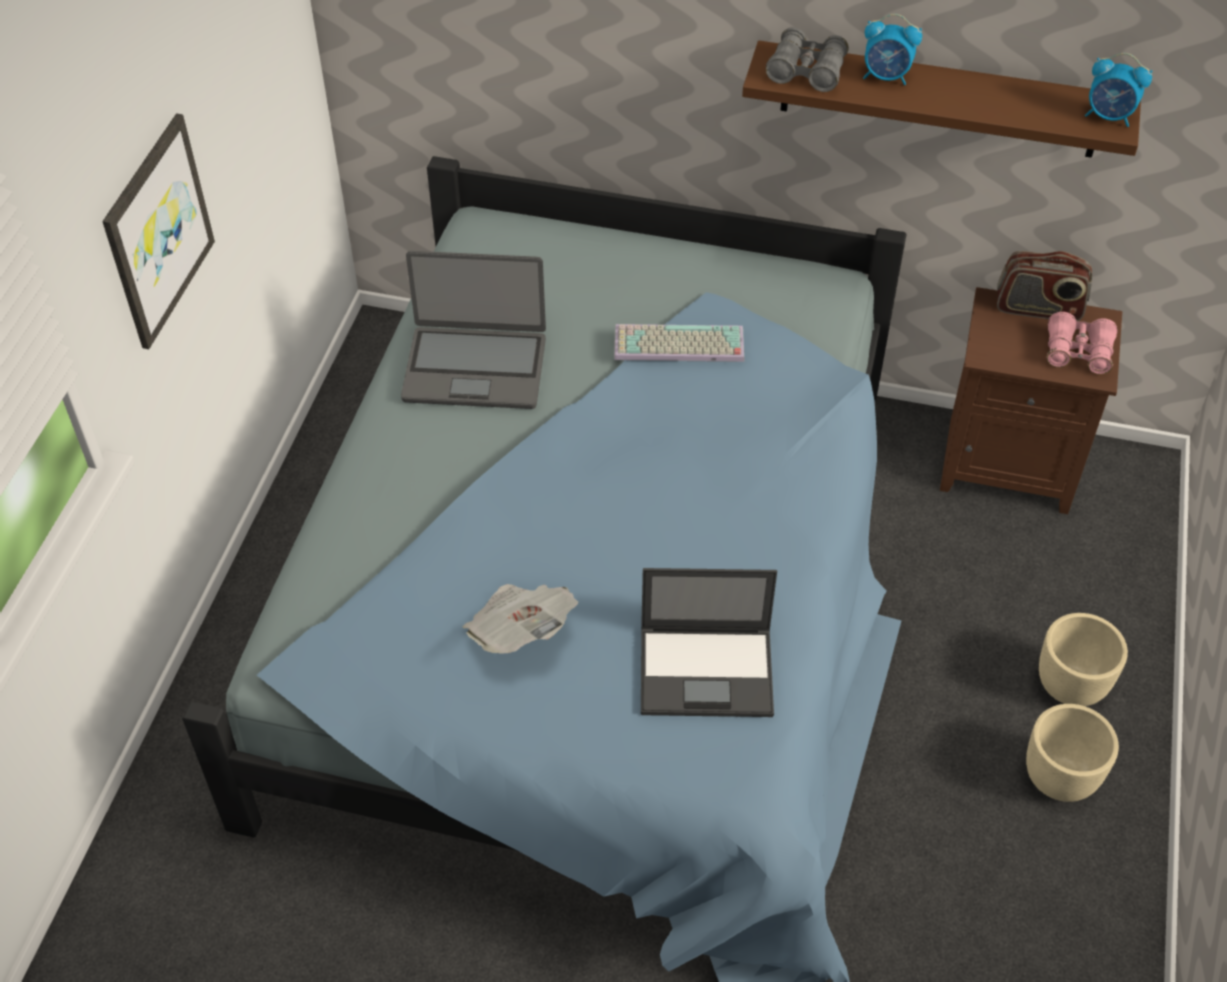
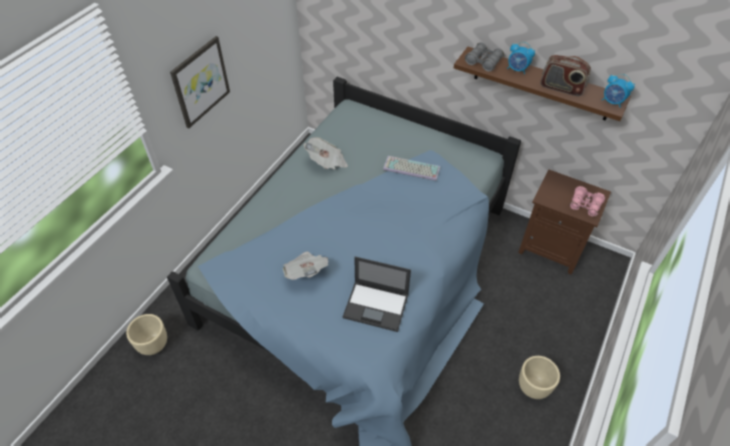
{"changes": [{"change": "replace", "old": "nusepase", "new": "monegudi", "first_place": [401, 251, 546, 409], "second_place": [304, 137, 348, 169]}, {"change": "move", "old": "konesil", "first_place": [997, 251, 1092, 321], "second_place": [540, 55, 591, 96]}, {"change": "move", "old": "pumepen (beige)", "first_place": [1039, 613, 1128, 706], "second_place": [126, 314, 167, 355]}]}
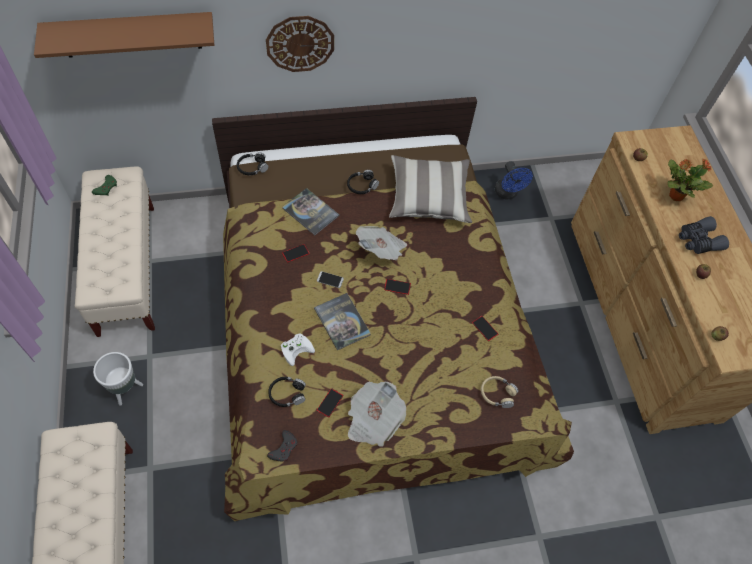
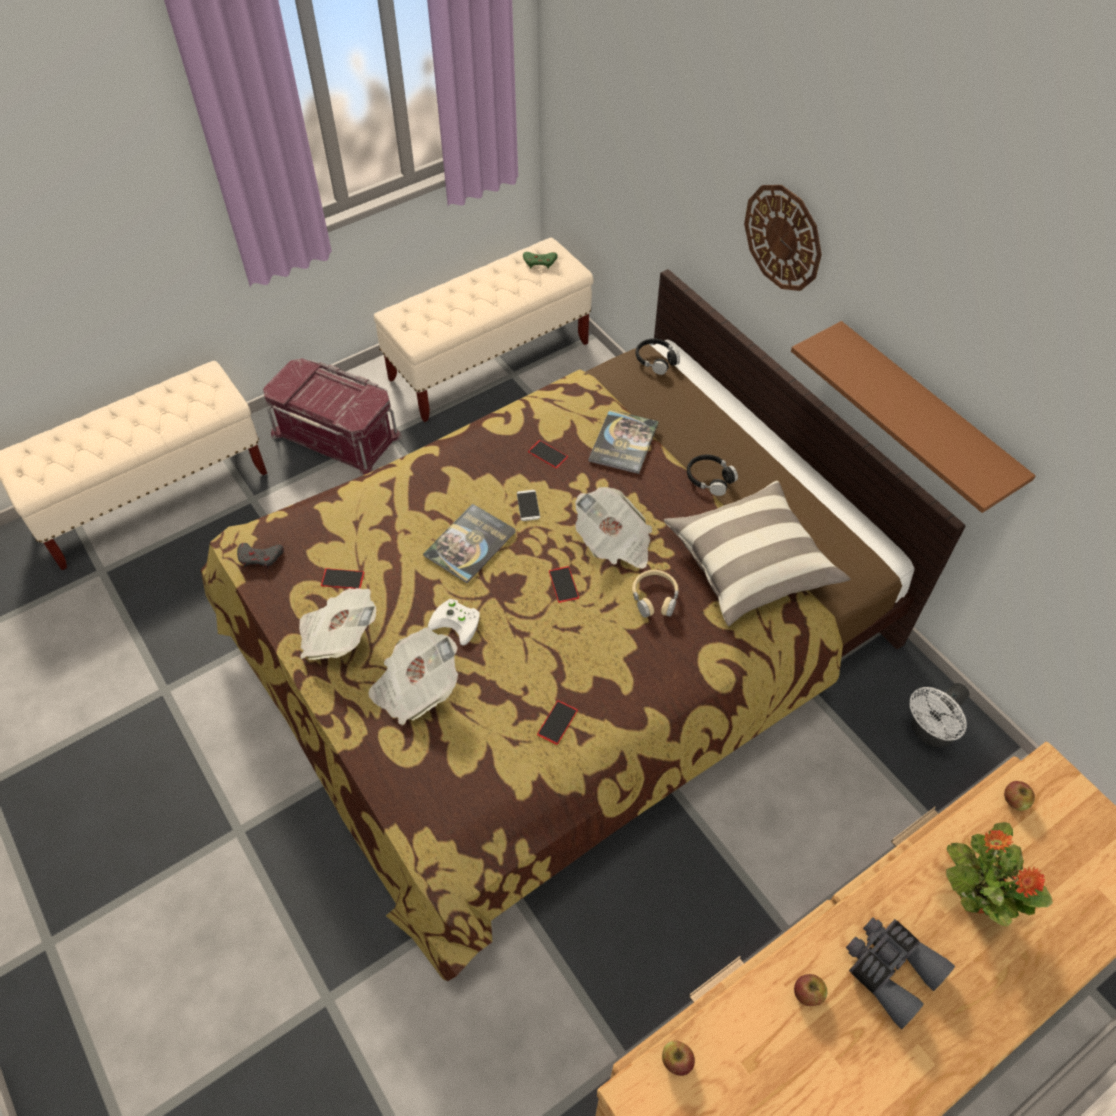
{"changes": [{"change": "move", "old": "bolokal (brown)", "first_place": [34, 12, 214, 58], "second_place": [791, 321, 1035, 513]}, {"change": "recolor", "old": "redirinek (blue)", "new": "redirinek (white)", "first_place": [495, 161, 533, 199], "second_place": [910, 683, 970, 748]}, {"change": "move", "old": "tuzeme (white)", "first_place": [281, 334, 315, 366], "second_place": [428, 599, 480, 646]}, {"change": "replace", "old": "pumepen (white)", "new": "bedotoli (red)", "first_place": [93, 352, 143, 406], "second_place": [263, 358, 402, 476]}, {"change": "move", "old": "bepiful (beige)", "first_place": [481, 376, 519, 408], "second_place": [632, 570, 679, 618]}, {"change": "delete", "old": "bepiful (black)", "first_place": [268, 377, 306, 407]}, {"change": "insert", "new": "monegudi", "second_place": [368, 627, 458, 725]}]}
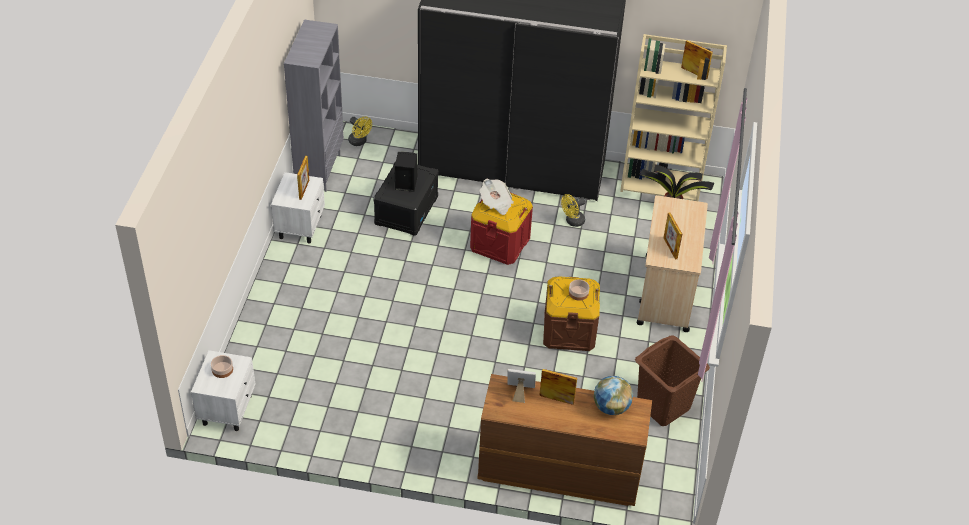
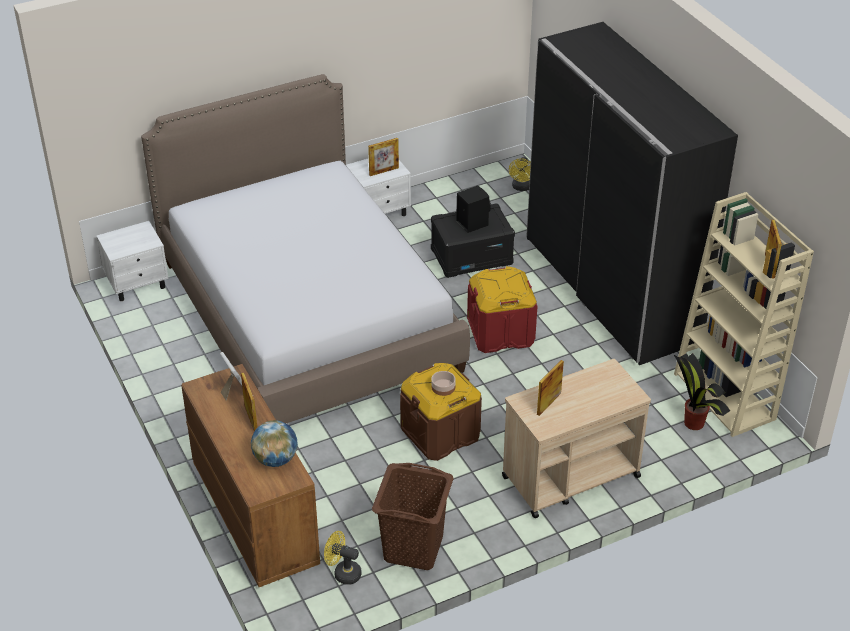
{"changes": [{"change": "delete", "old": "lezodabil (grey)", "first_place": [284, 20, 344, 192]}, {"change": "delete", "old": "monegudi", "first_place": [480, 179, 514, 215]}, {"change": "move", "old": "redirinek (yellow)", "first_place": [561, 194, 586, 227], "second_place": [324, 531, 362, 585]}, {"change": "delete", "old": "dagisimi", "first_place": [211, 355, 233, 378]}, {"change": "insert", "new": "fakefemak", "second_place": [141, 74, 470, 423]}]}
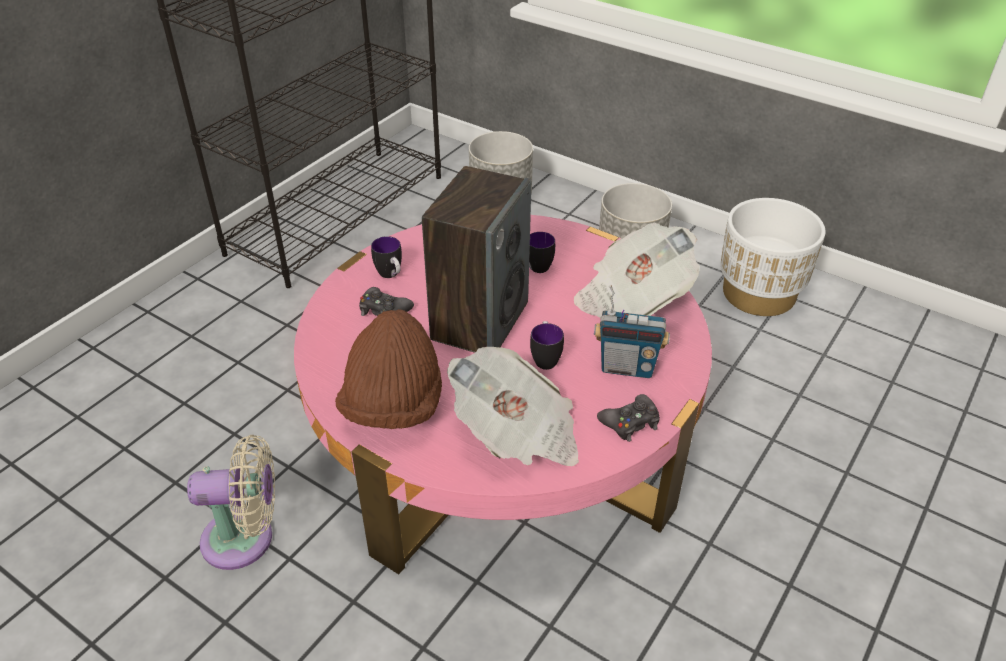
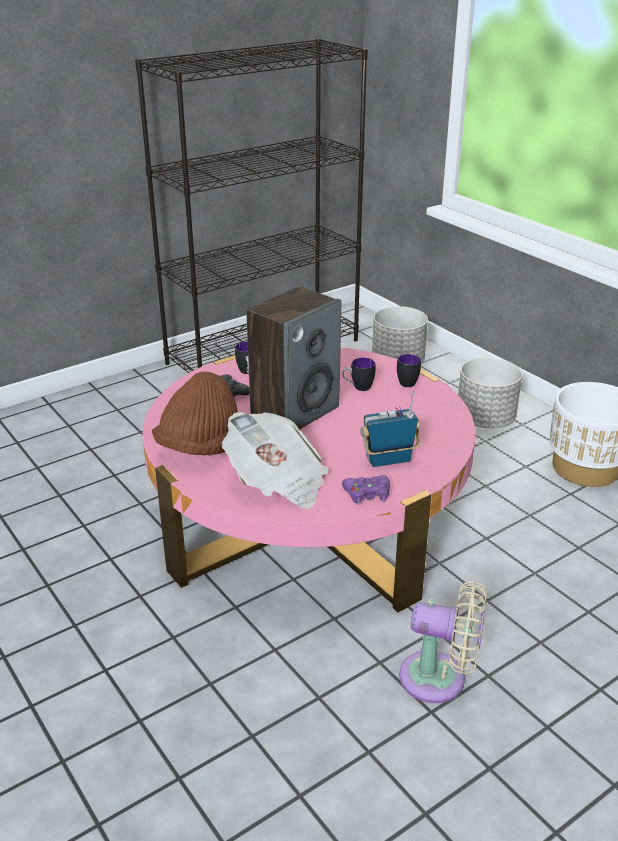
{"changes": [{"change": "delete", "old": "monegudi", "first_place": [574, 223, 700, 319]}, {"change": "rotate", "old": "konesil", "first_place": [594, 285, 670, 378], "second_place": [360, 390, 420, 467], "degrees": 135}, {"change": "move", "old": "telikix", "first_place": [530, 321, 564, 370], "second_place": [397, 354, 421, 387]}, {"change": "recolor", "old": "tuzeme (black)", "new": "tuzeme (purple)", "first_place": [597, 394, 660, 442], "second_place": [342, 475, 390, 504]}, {"change": "move", "old": "redirinek (beige)", "first_place": [187, 435, 275, 570], "second_place": [399, 581, 486, 703]}]}
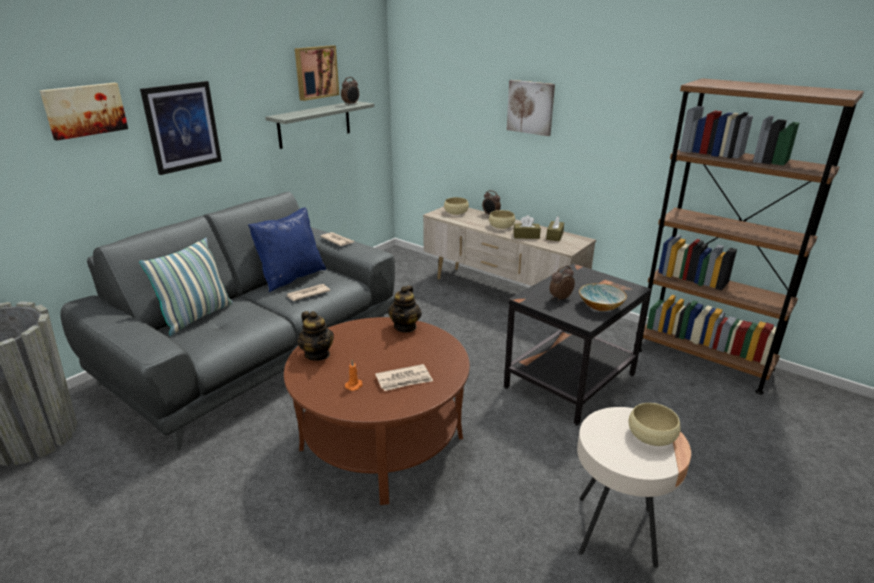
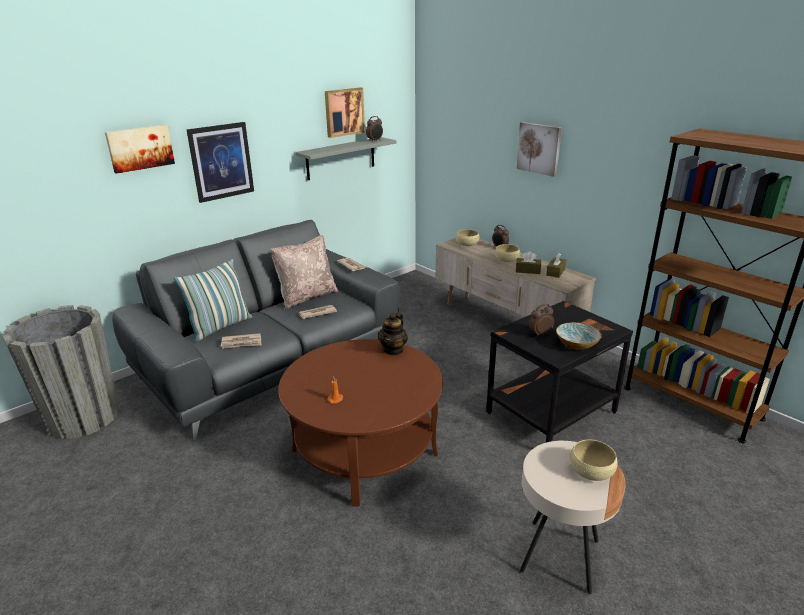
{"changes": [{"change": "recolor", "old": "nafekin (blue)", "new": "nafekin (beige)", "first_place": [248, 207, 326, 292], "second_place": [270, 235, 338, 309]}, {"change": "delete", "old": "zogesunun", "first_place": [297, 311, 334, 361]}, {"change": "move", "old": "monegudi", "first_place": [375, 364, 433, 391], "second_place": [221, 333, 261, 349]}]}
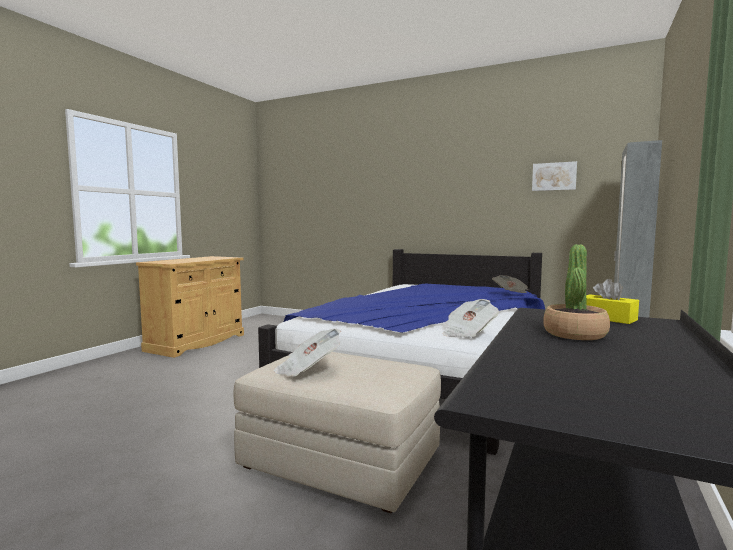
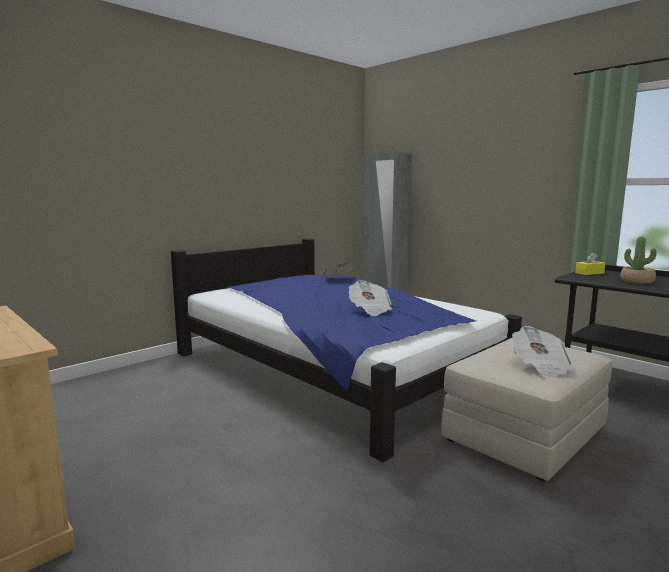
{"changes": [{"change": "delete", "old": "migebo", "first_place": [532, 161, 577, 191]}, {"change": "move", "old": "monegudi", "first_place": [442, 299, 499, 337], "second_place": [349, 280, 392, 316]}]}
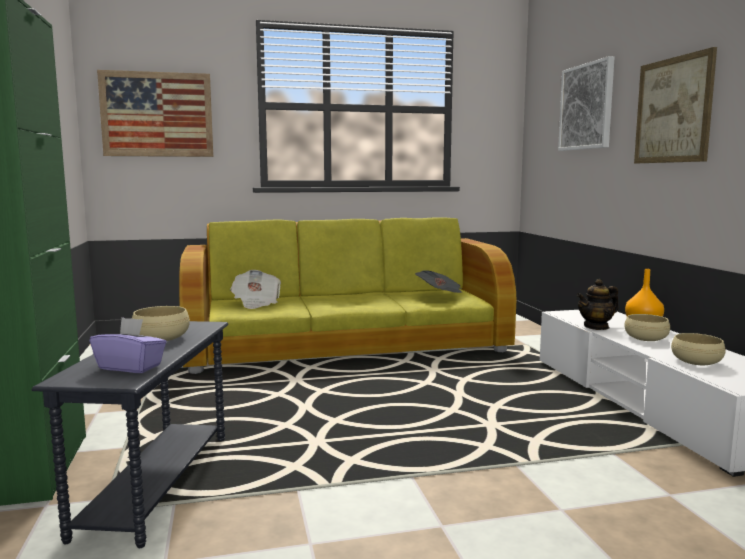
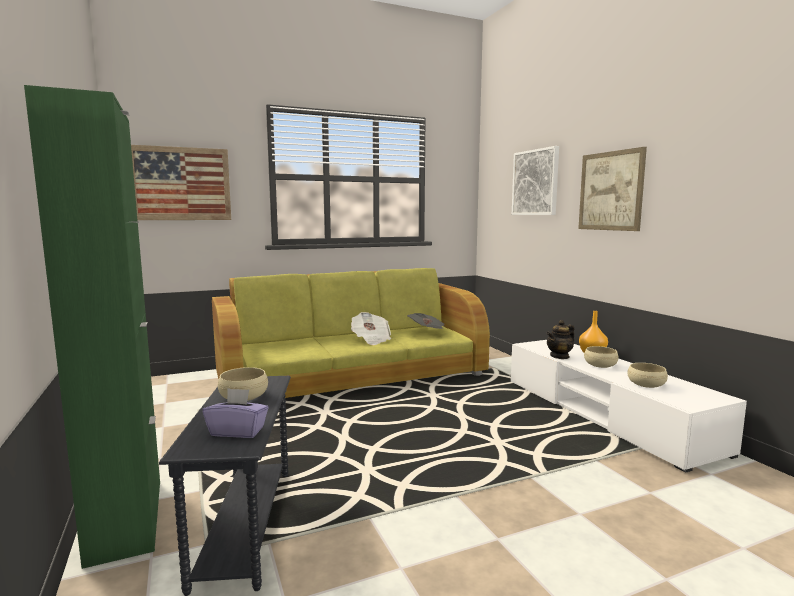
{"changes": [{"change": "move", "old": "monegudi", "first_place": [230, 270, 281, 309], "second_place": [351, 312, 391, 345]}]}
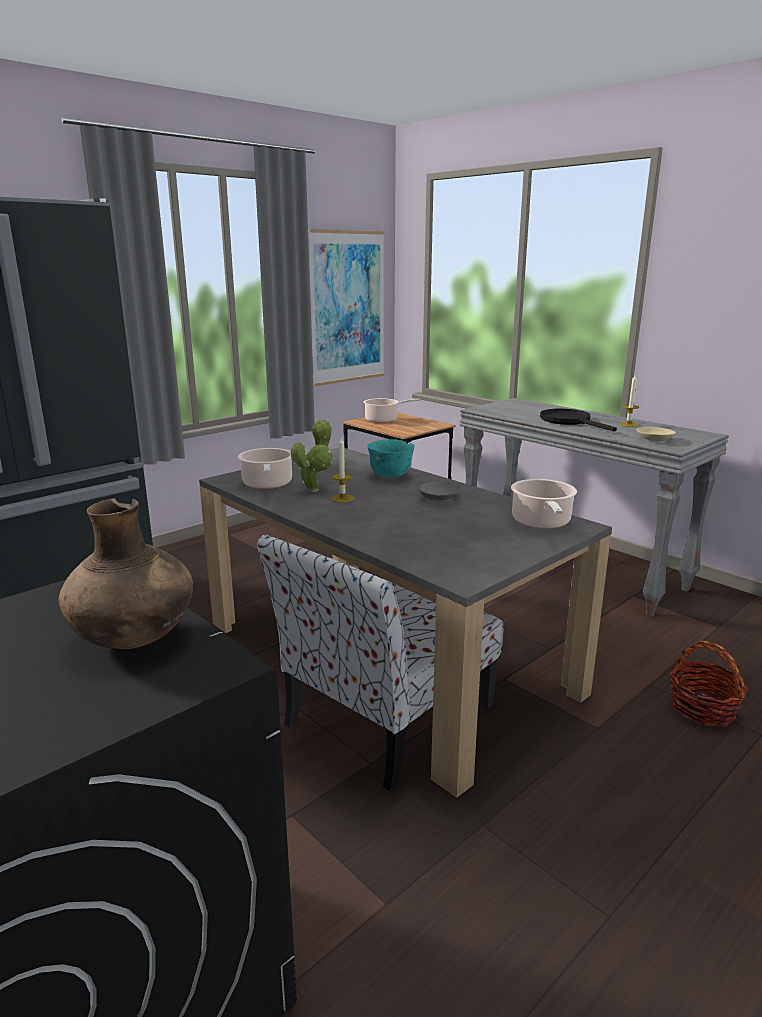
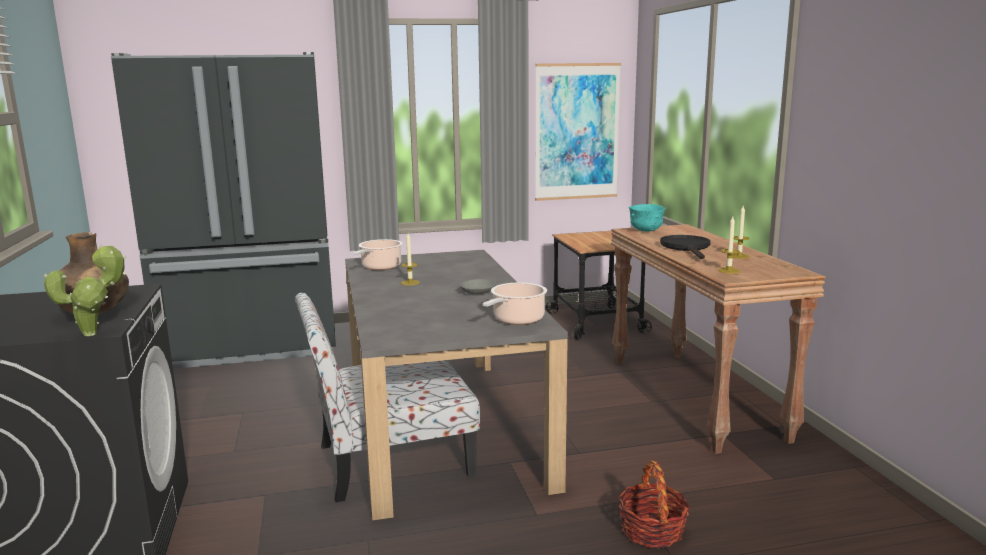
{"changes": [{"change": "delete", "old": "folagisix", "first_place": [363, 398, 421, 423]}, {"change": "recolor", "old": "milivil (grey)", "new": "milivil (brown)", "first_place": [460, 398, 729, 616], "second_place": [611, 224, 826, 454]}, {"change": "move", "old": "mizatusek", "first_place": [291, 420, 333, 492], "second_place": [43, 244, 127, 336]}, {"change": "replace", "old": "dagisimi (beige)", "new": "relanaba", "first_place": [637, 427, 676, 441], "second_place": [718, 217, 740, 274]}, {"change": "move", "old": "dagisimi (turquoise)", "first_place": [367, 439, 415, 477], "second_place": [629, 204, 666, 232]}]}
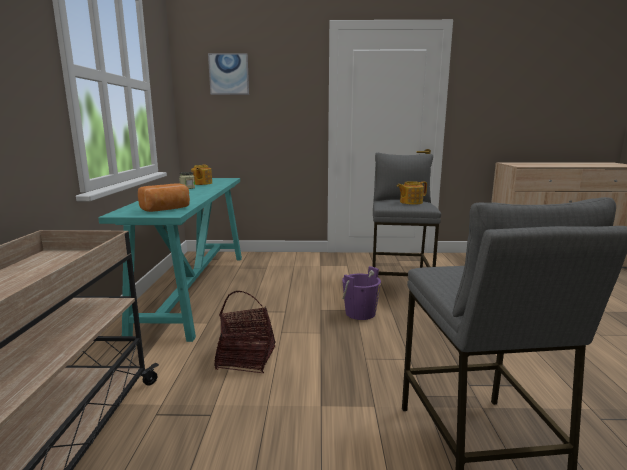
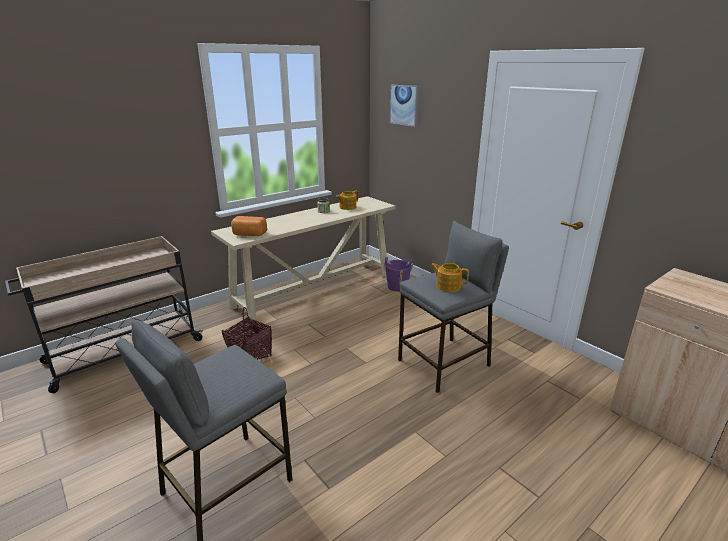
{"changes": [{"change": "recolor", "old": "milivil (turquoise)", "new": "milivil (beige)", "first_place": [98, 178, 242, 342], "second_place": [211, 196, 396, 325]}, {"change": "move", "old": "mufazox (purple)", "first_place": [342, 266, 381, 320], "second_place": [384, 257, 413, 291]}]}
